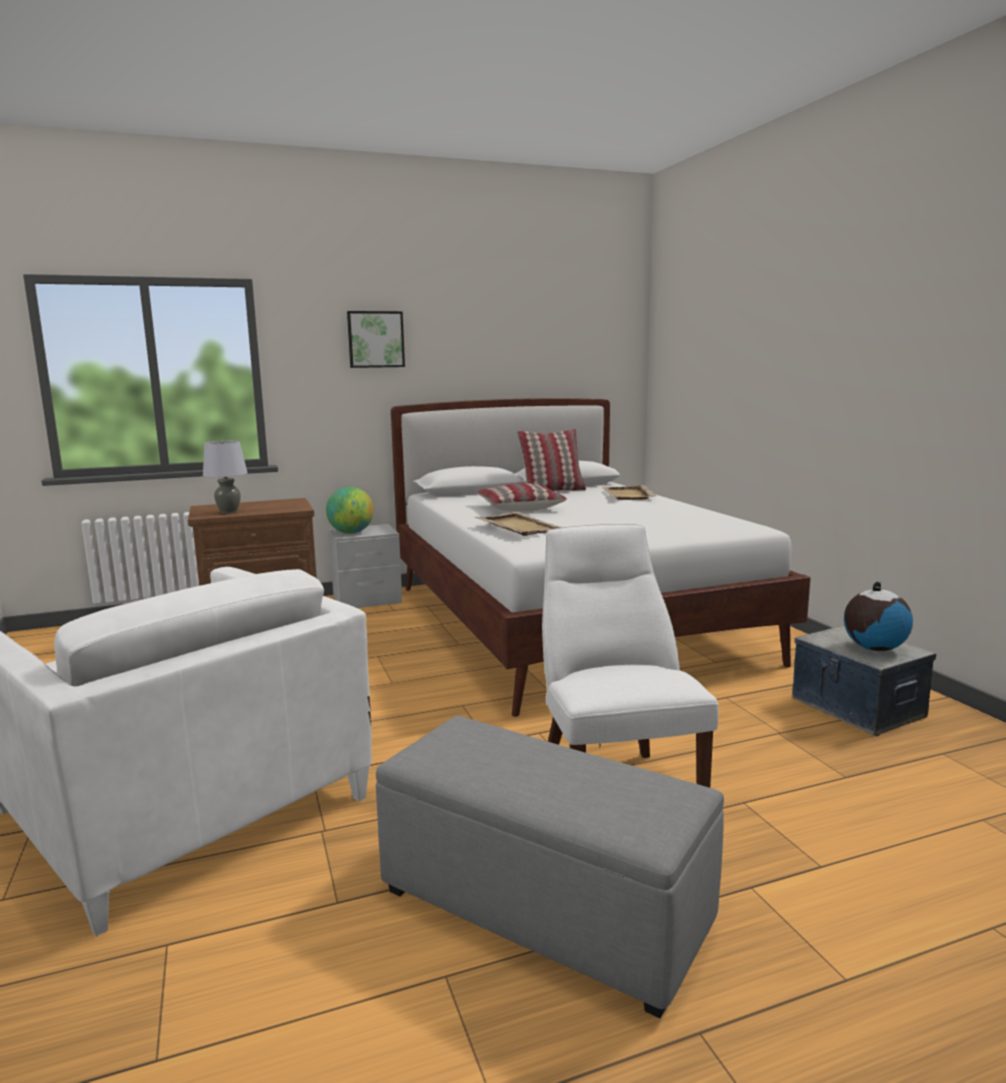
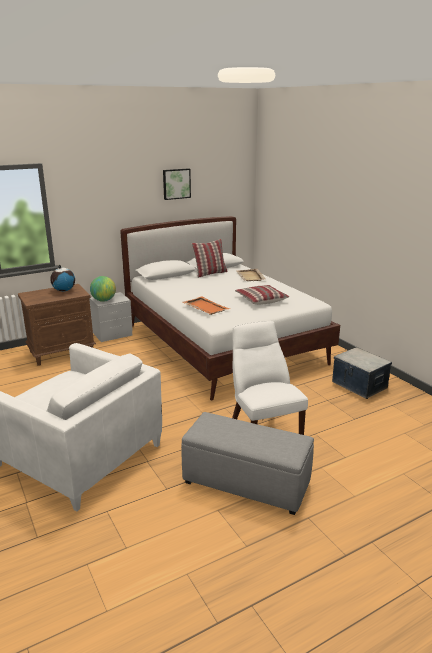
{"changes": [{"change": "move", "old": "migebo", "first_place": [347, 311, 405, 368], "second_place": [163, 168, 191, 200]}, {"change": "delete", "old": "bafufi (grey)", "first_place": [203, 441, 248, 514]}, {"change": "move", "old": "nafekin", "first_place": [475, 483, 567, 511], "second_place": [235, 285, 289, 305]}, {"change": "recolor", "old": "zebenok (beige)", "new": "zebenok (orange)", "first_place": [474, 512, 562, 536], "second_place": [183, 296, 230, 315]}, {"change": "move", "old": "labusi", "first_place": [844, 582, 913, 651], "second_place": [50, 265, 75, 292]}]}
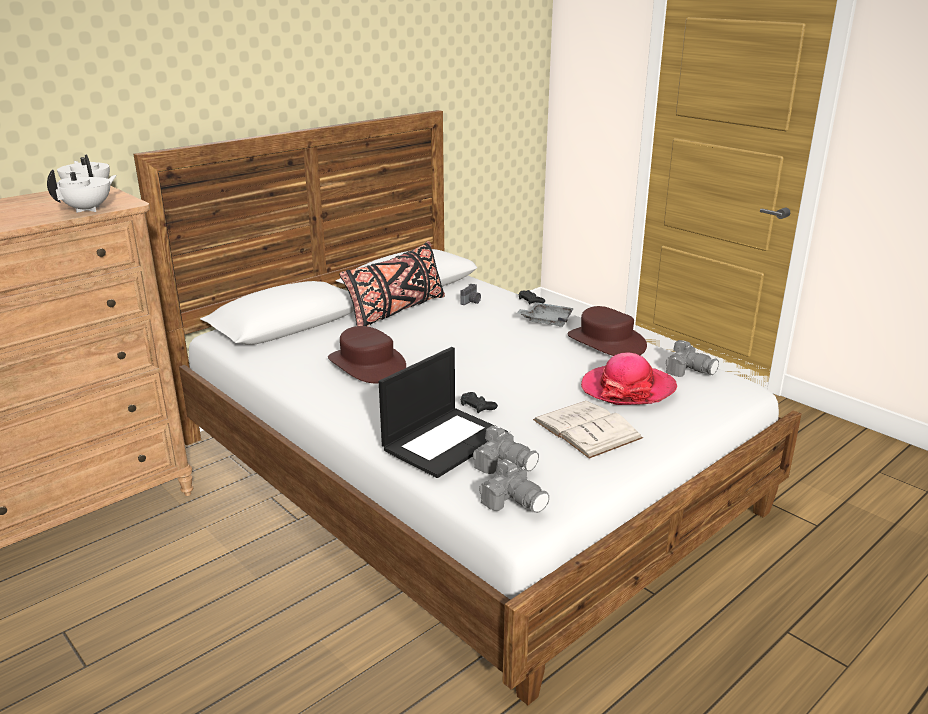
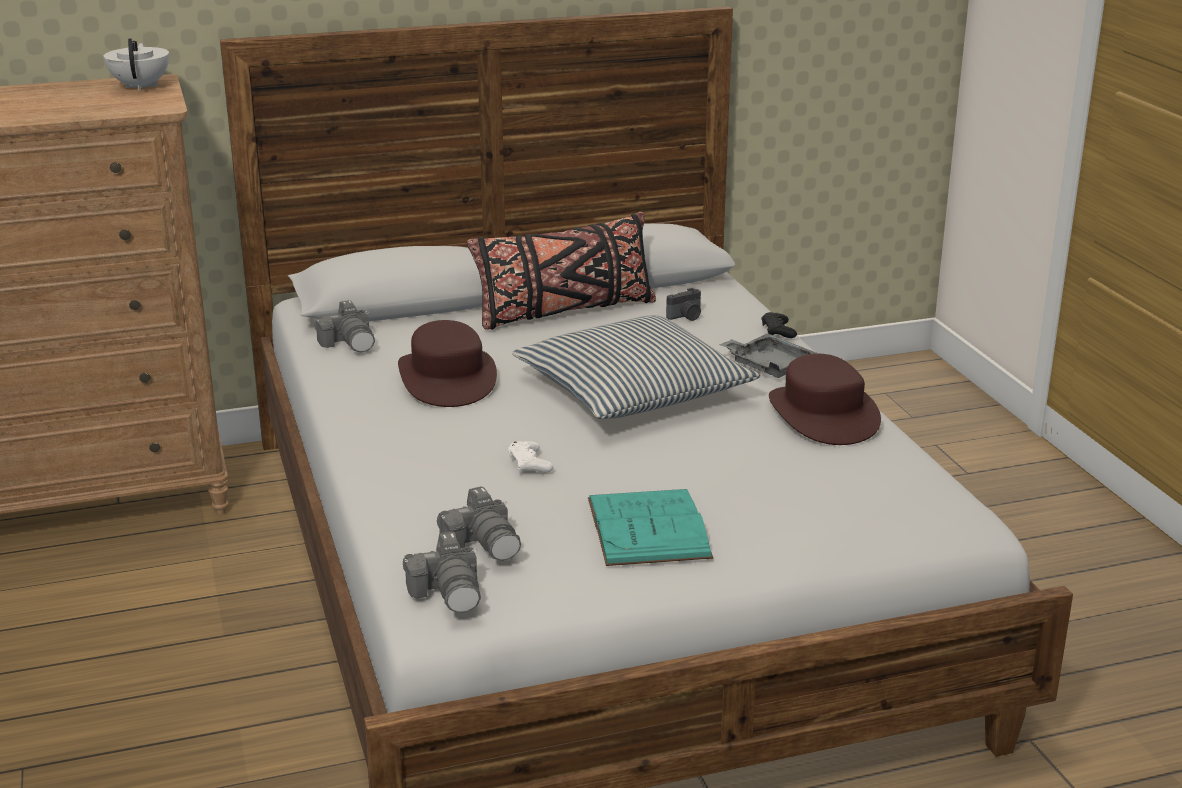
{"changes": [{"change": "delete", "old": "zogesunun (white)", "first_place": [47, 170, 117, 213]}, {"change": "move", "old": "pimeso", "first_place": [666, 340, 719, 377], "second_place": [314, 300, 375, 352]}, {"change": "delete", "old": "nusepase", "first_place": [379, 347, 508, 478]}, {"change": "delete", "old": "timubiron", "first_place": [581, 352, 677, 405]}, {"change": "recolor", "old": "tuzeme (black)", "new": "tuzeme (white)", "first_place": [461, 392, 498, 414], "second_place": [508, 441, 553, 473]}, {"change": "recolor", "old": "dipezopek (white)", "new": "dipezopek (turquoise)", "first_place": [533, 401, 643, 459], "second_place": [588, 489, 713, 566]}, {"change": "insert", "new": "nafekin", "second_place": [512, 315, 760, 419]}]}
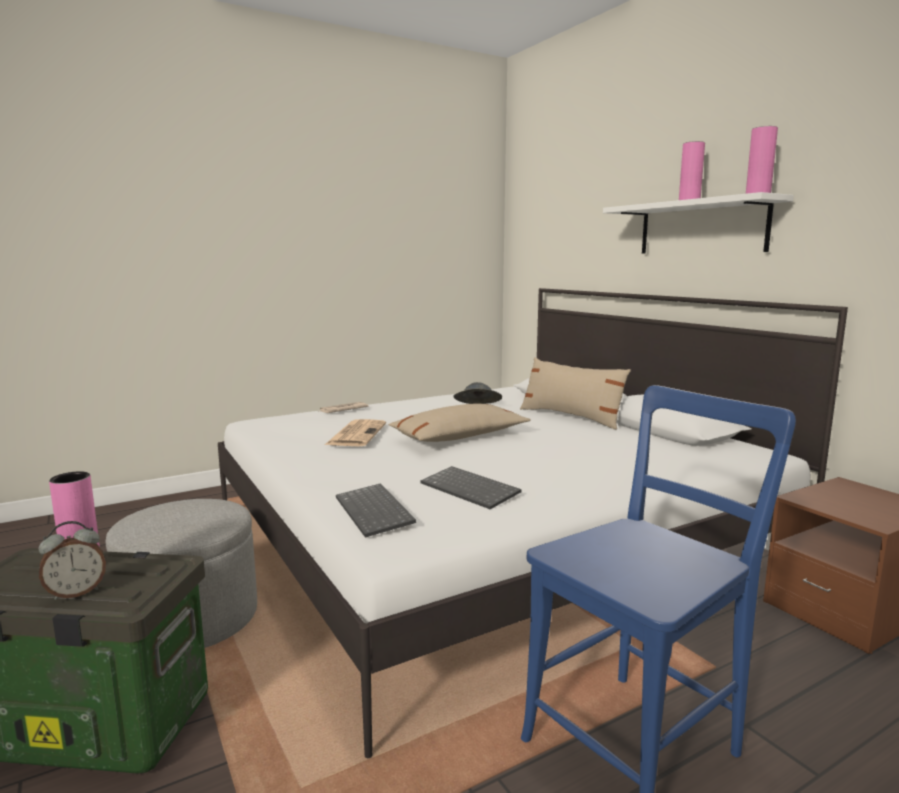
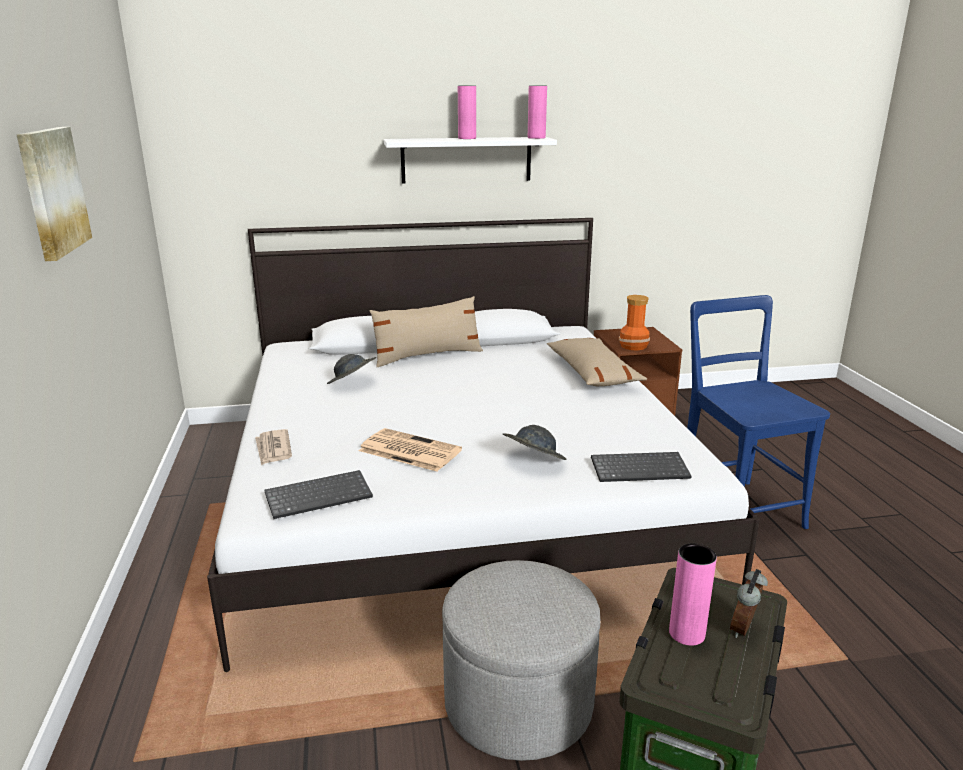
{"changes": [{"change": "move", "old": "nafekin (beige)", "first_place": [388, 404, 531, 442], "second_place": [547, 338, 647, 386]}, {"change": "move", "old": "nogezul", "first_place": [420, 466, 522, 509], "second_place": [265, 470, 373, 519]}, {"change": "rotate", "old": "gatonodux", "first_place": [39, 521, 106, 600], "second_place": [730, 569, 768, 638], "degrees": -135}, {"change": "insert", "new": "migebo", "second_place": [17, 127, 92, 261]}, {"change": "insert", "new": "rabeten", "second_place": [619, 295, 650, 351]}, {"change": "insert", "new": "timubiron (grey)", "second_place": [502, 425, 567, 460]}]}
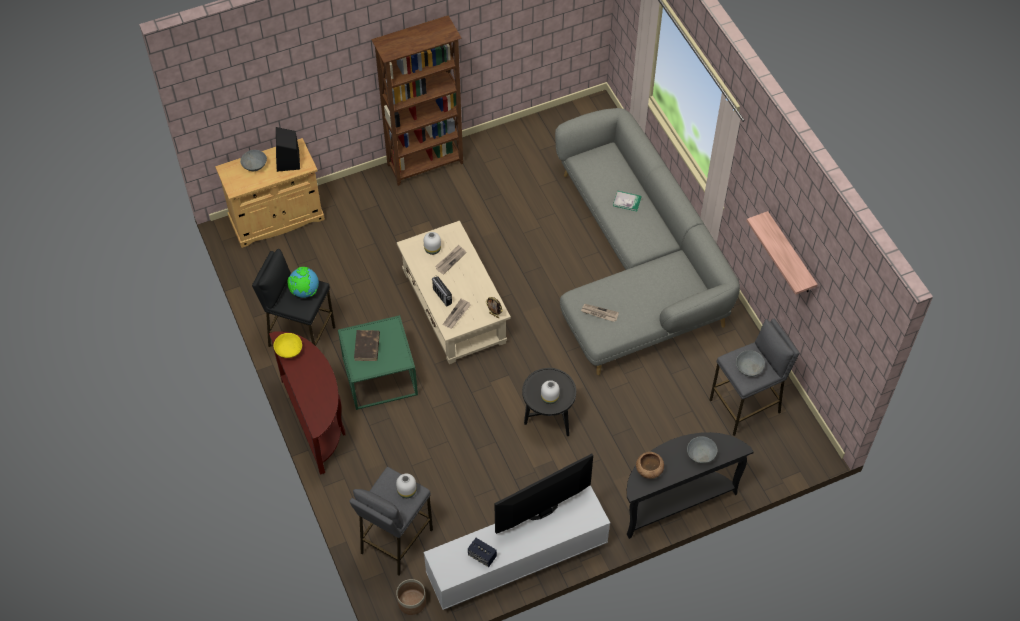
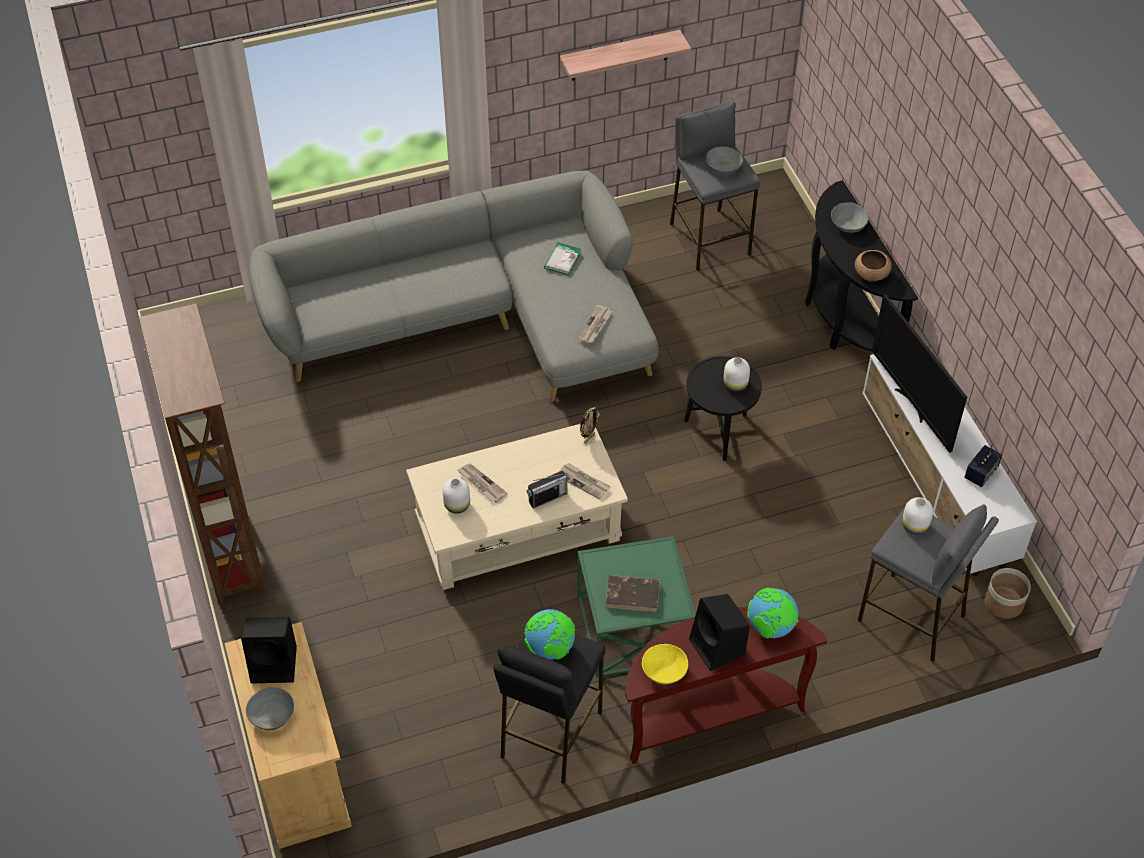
{"changes": [{"change": "move", "old": "dipezopek", "first_place": [613, 191, 642, 212], "second_place": [544, 242, 581, 275]}, {"change": "insert", "new": "labusi", "second_place": [747, 588, 799, 639]}, {"change": "insert", "new": "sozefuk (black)", "second_place": [689, 594, 750, 671]}]}
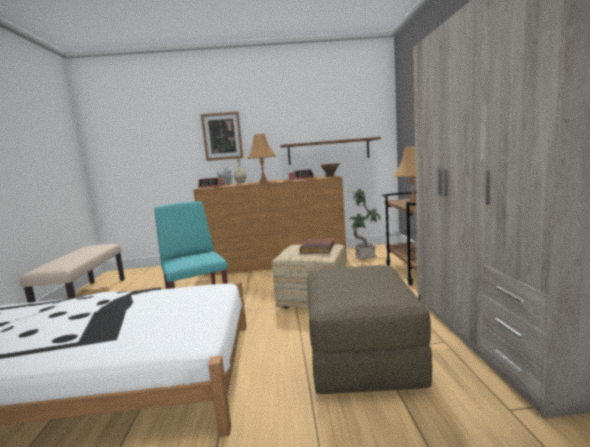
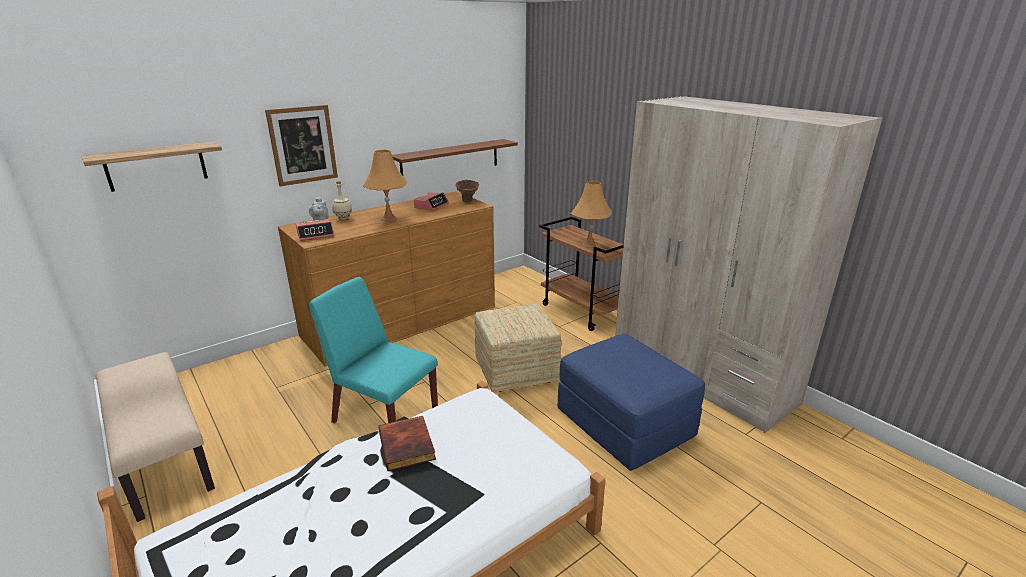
{"changes": [{"change": "delete", "old": "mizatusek", "first_place": [348, 189, 380, 259]}, {"change": "move", "old": "dipezopek", "first_place": [300, 238, 335, 253], "second_place": [378, 416, 436, 471]}, {"change": "recolor", "old": "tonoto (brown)", "new": "tonoto (blue)", "first_place": [307, 265, 432, 394], "second_place": [558, 334, 705, 471]}, {"change": "insert", "new": "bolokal", "second_place": [82, 141, 222, 192]}]}
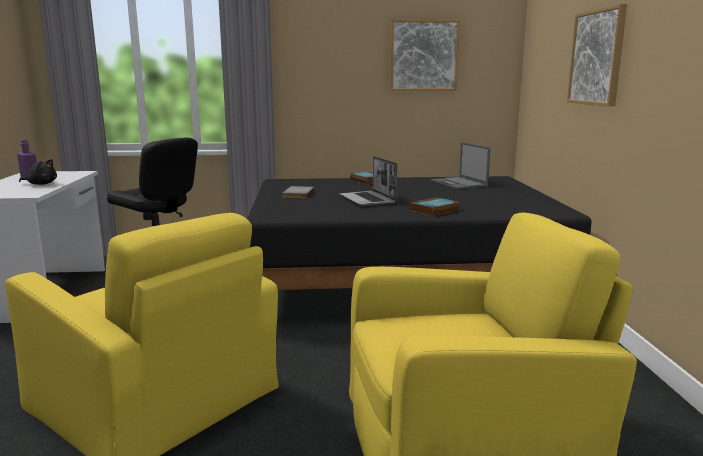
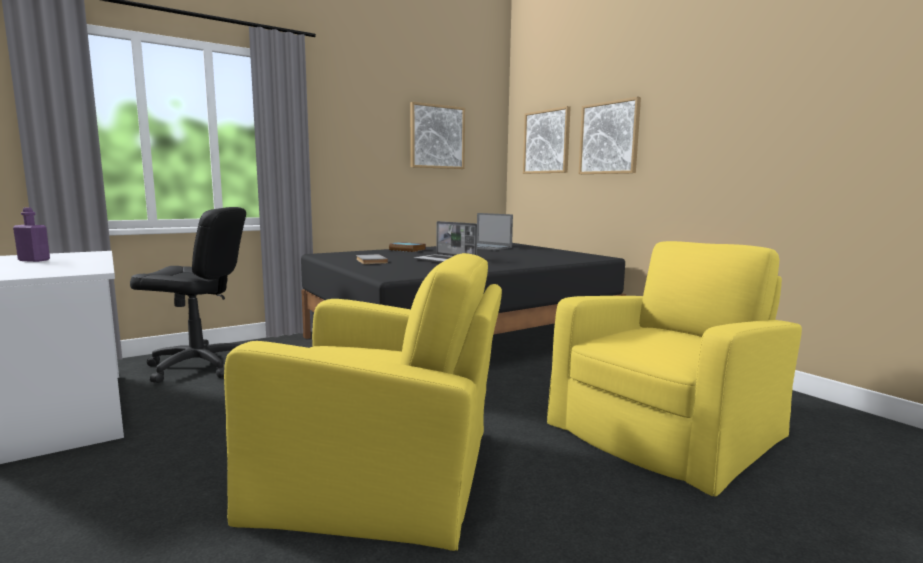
{"changes": [{"change": "delete", "old": "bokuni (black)", "first_place": [19, 159, 57, 185]}, {"change": "delete", "old": "dipezopek", "first_place": [410, 197, 459, 216]}, {"change": "insert", "new": "migebo", "second_place": [523, 106, 571, 174]}]}
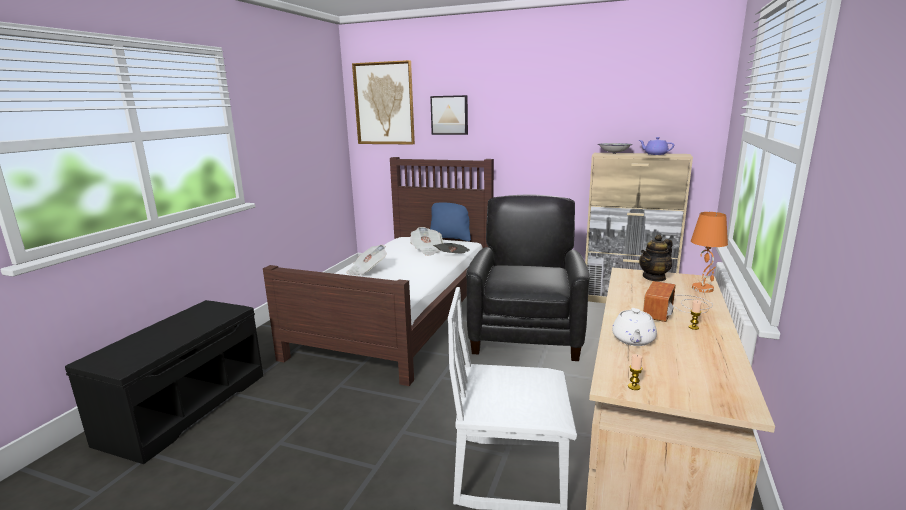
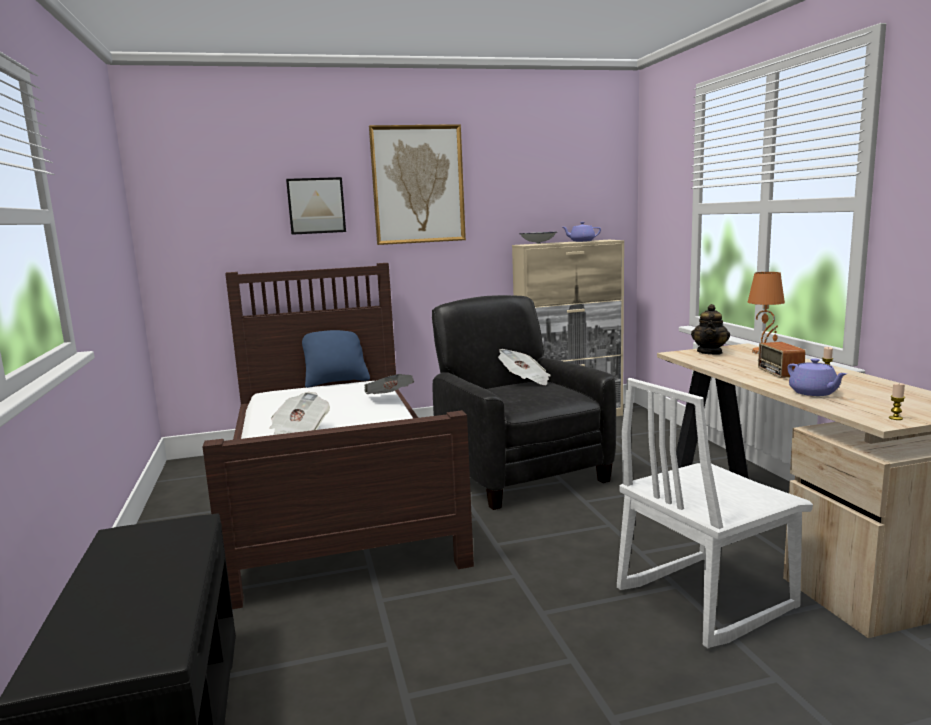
{"changes": [{"change": "move", "old": "migebo", "first_place": [352, 60, 415, 145], "second_place": [369, 124, 466, 245]}, {"change": "move", "old": "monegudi", "first_place": [410, 227, 443, 256], "second_place": [498, 349, 550, 385]}, {"change": "recolor", "old": "zogesunun (white)", "new": "zogesunun (purple)", "first_place": [612, 308, 657, 346], "second_place": [787, 358, 847, 396]}]}
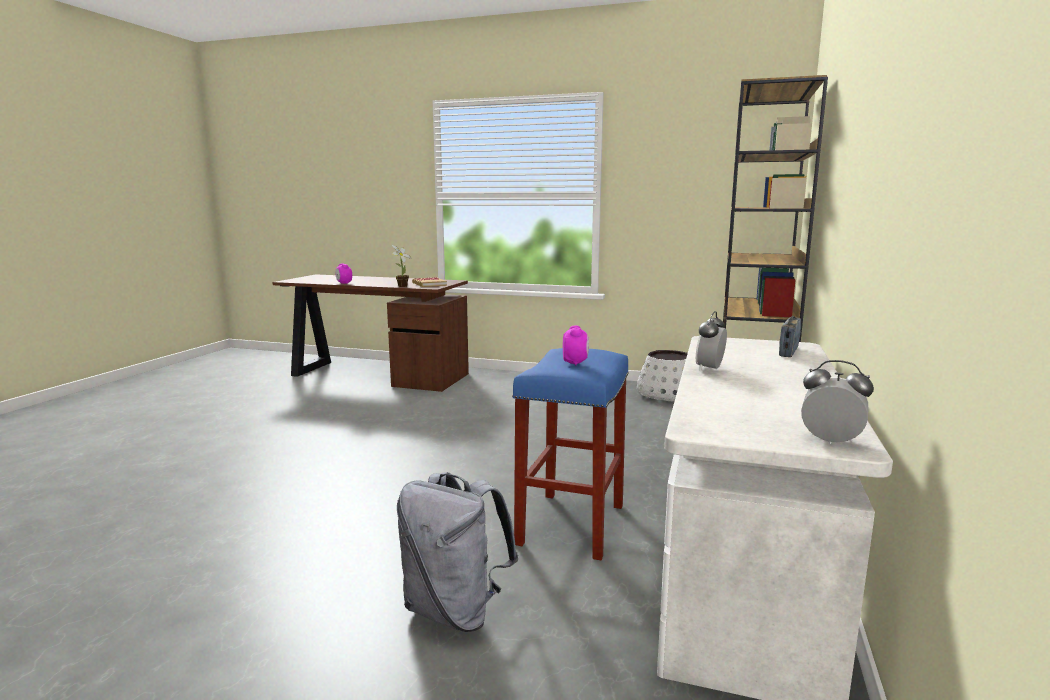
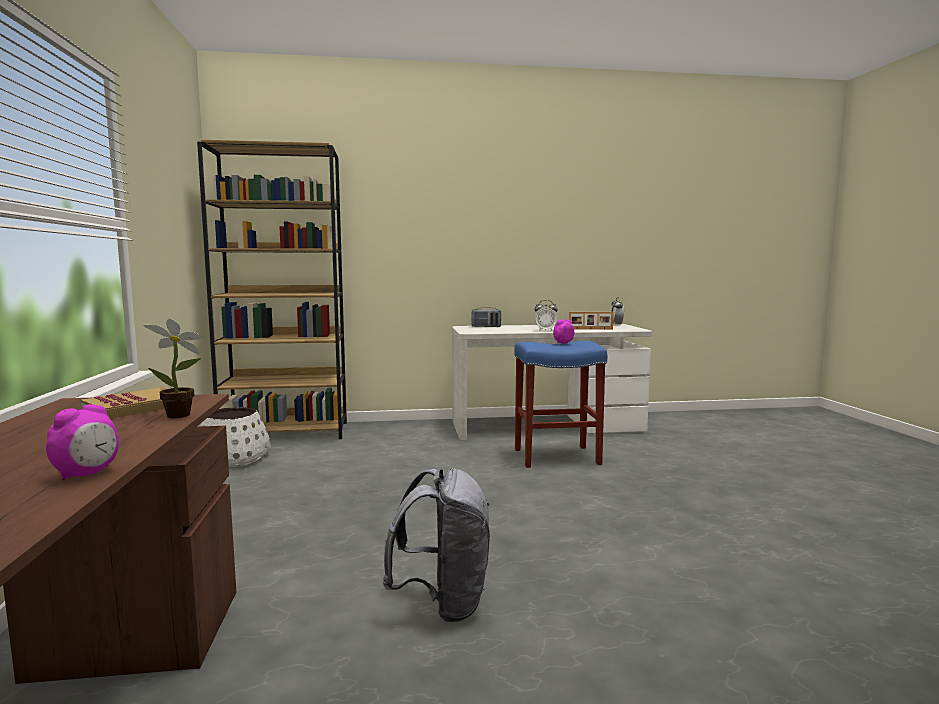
{"changes": [{"change": "move", "old": "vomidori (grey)", "first_place": [397, 472, 518, 632], "second_place": [383, 468, 490, 623]}, {"change": "insert", "new": "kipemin", "second_place": [569, 312, 613, 330]}]}
